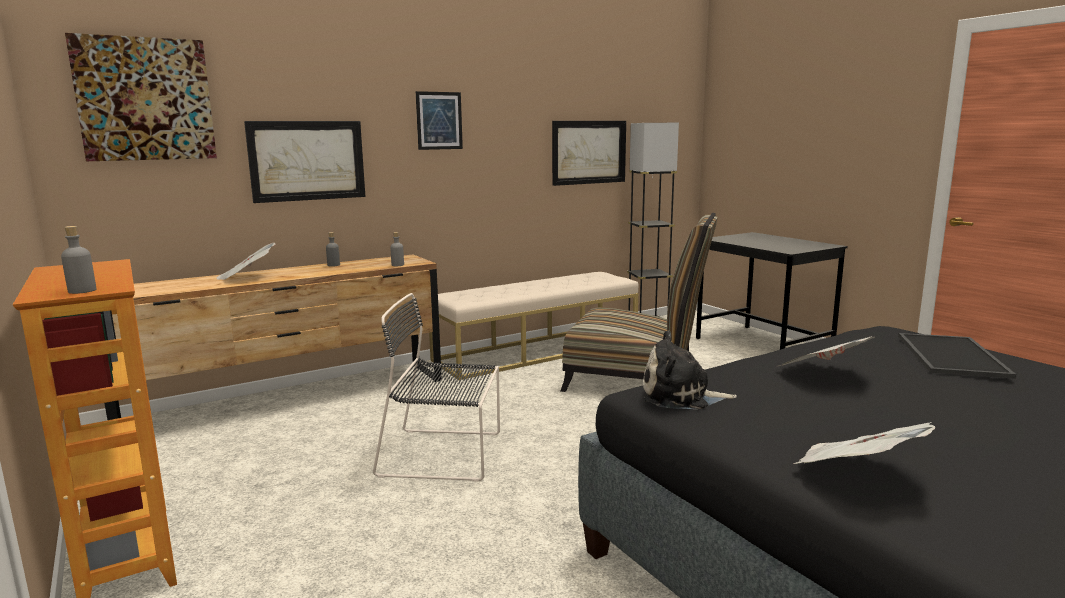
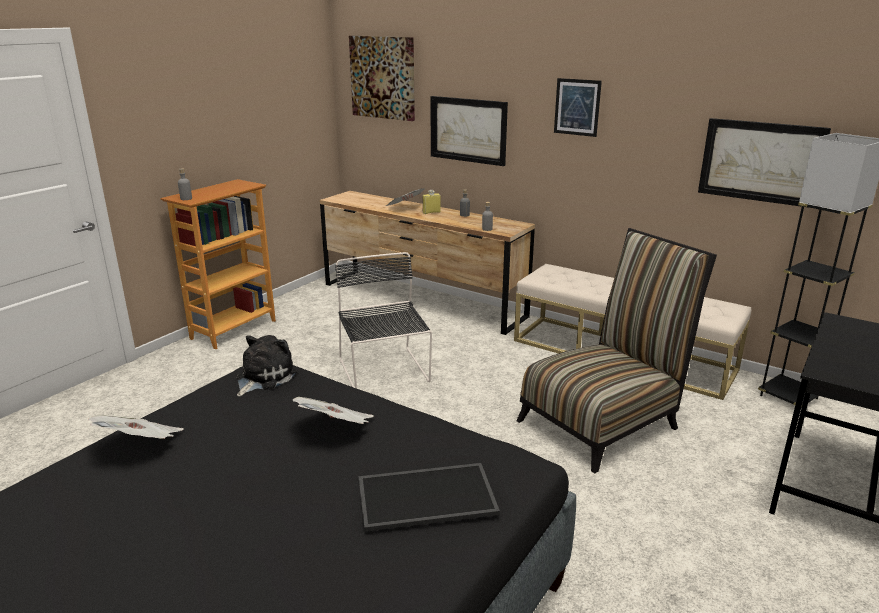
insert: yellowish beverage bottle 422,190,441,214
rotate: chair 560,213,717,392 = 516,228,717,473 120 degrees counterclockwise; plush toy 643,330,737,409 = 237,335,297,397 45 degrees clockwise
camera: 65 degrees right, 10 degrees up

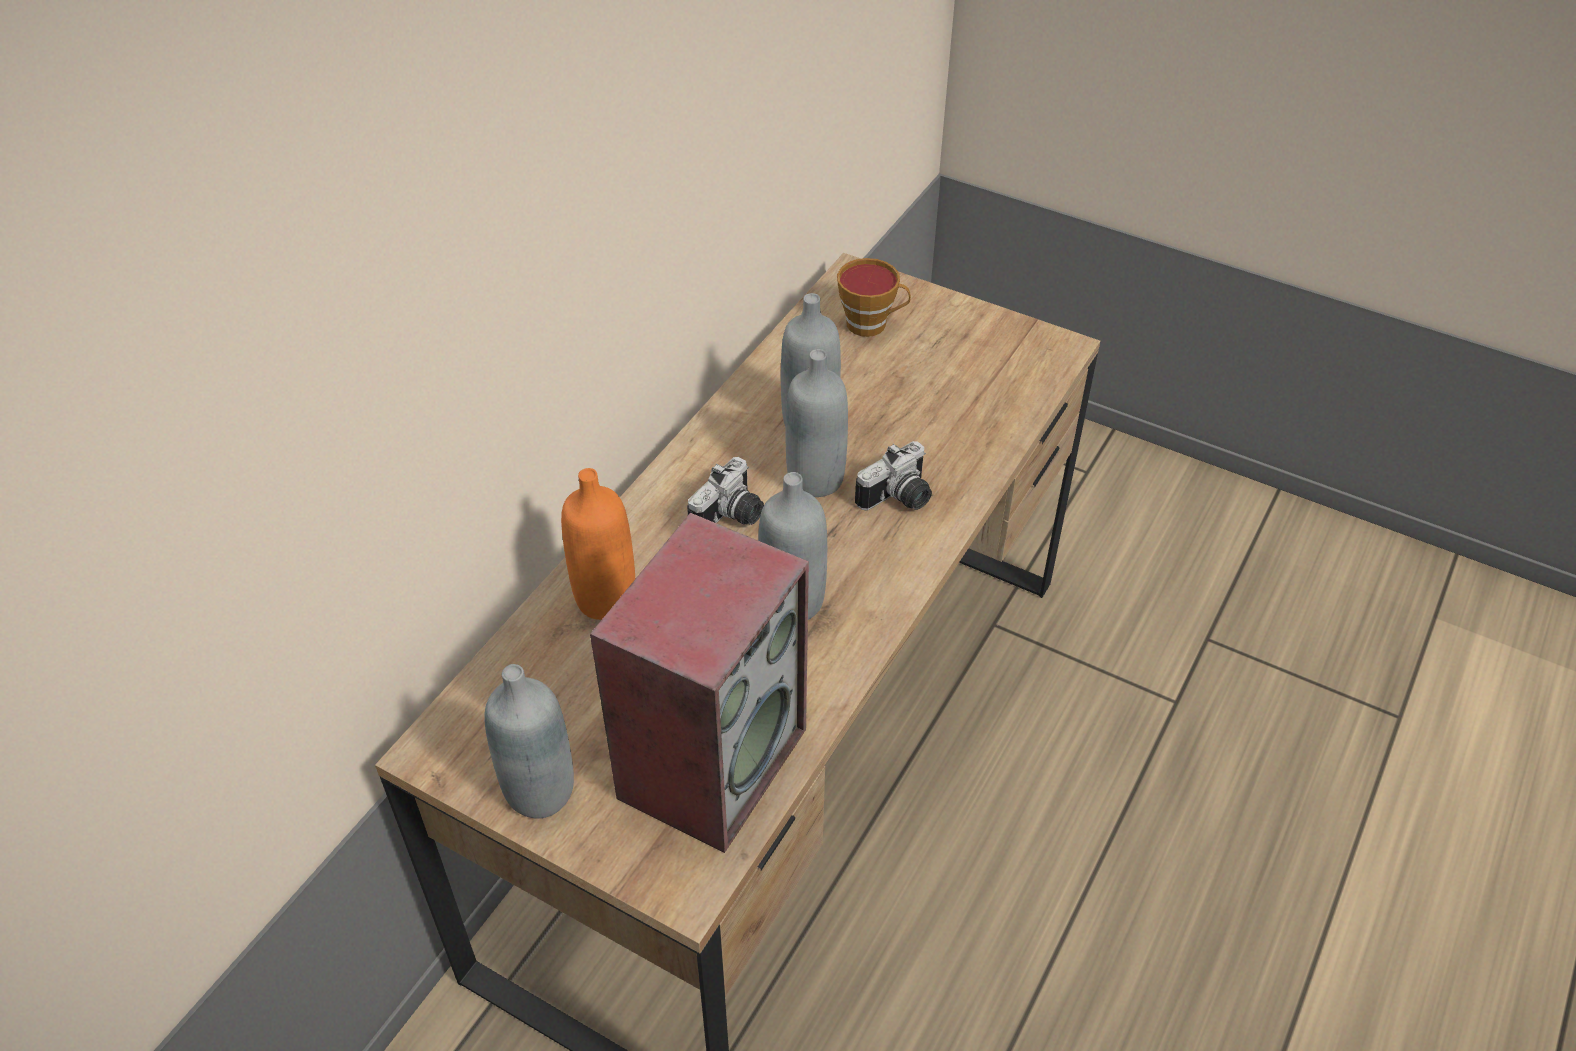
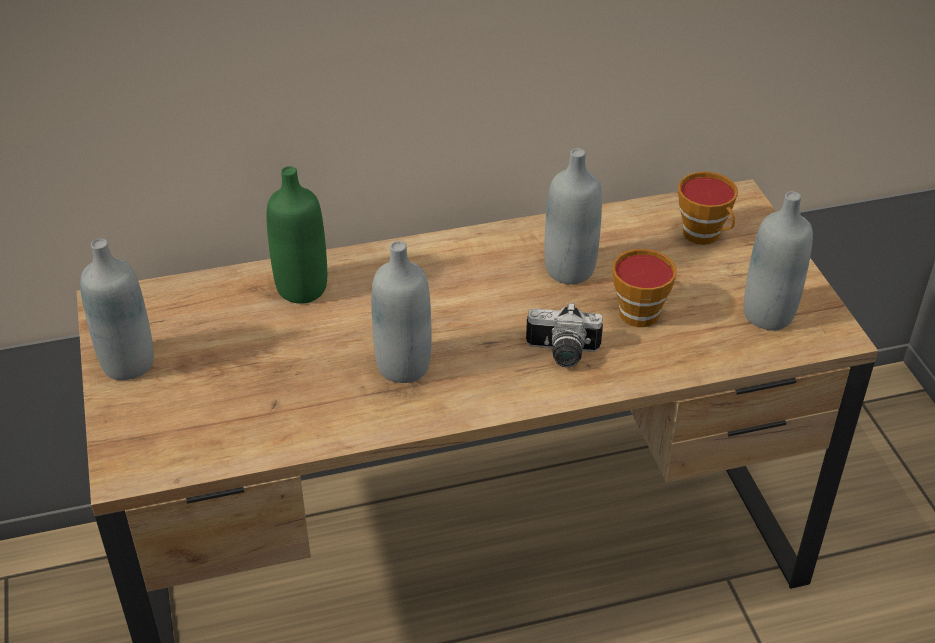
delete: loudspeaker 590,513,809,853; photo camera 687,457,764,525
insert: small cup 612,249,677,327
move: gray beverage bottle 786,349,848,497 to 744,191,813,331
recolor: orange beverage bottle 561,468,635,620 to green-coloured beverage bottle 266,166,327,304
camera: 45 degrees right, 5 degrees down

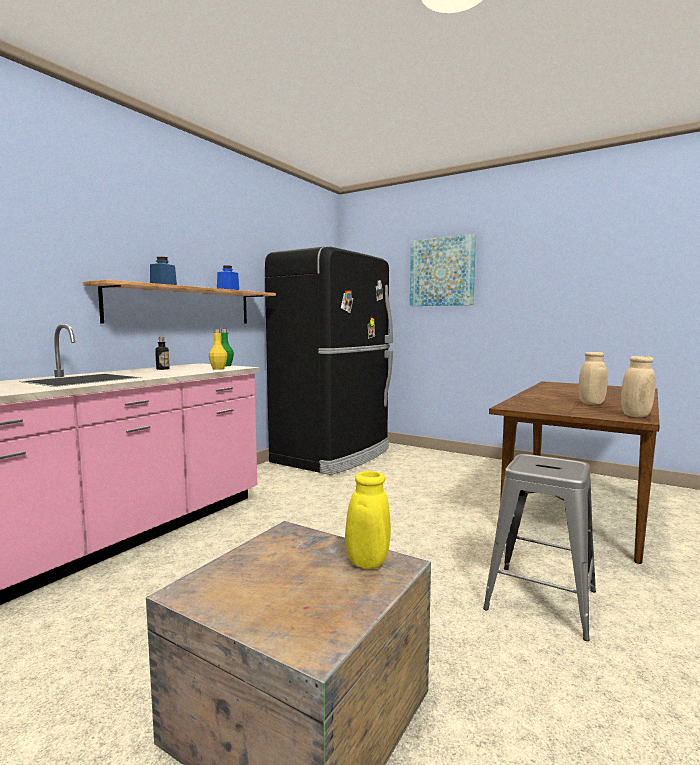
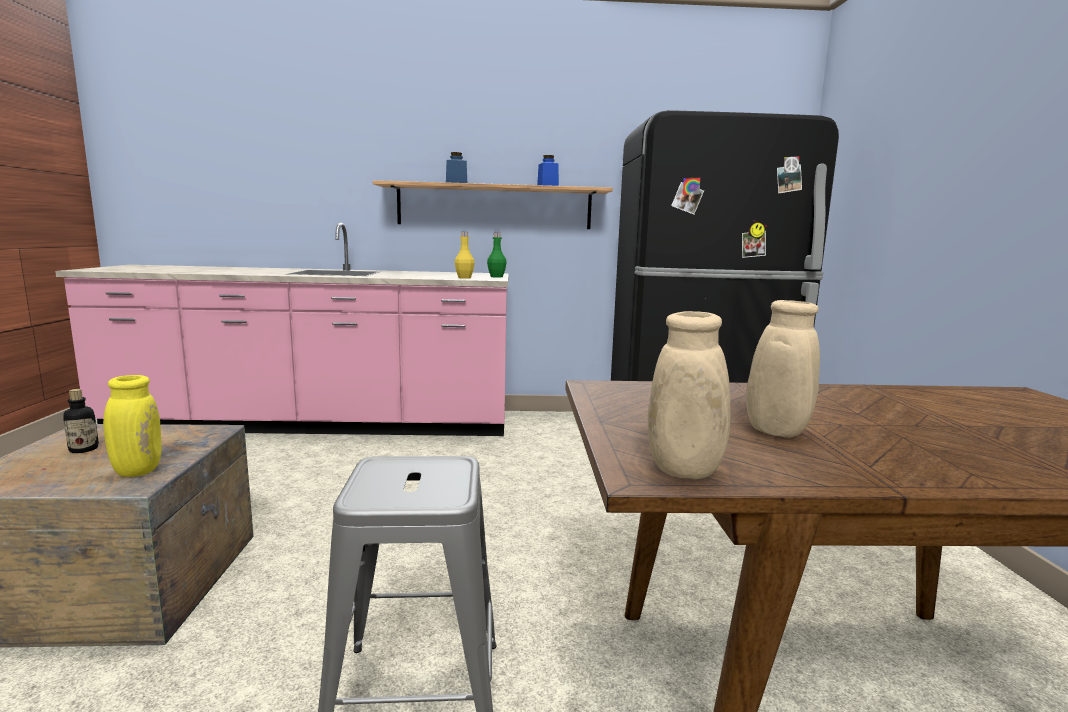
delete: wall picture 410,234,476,306
move: beverage bottle 155,337,169,370 to 63,389,99,453
camera: 55 degrees right, 5 degrees up

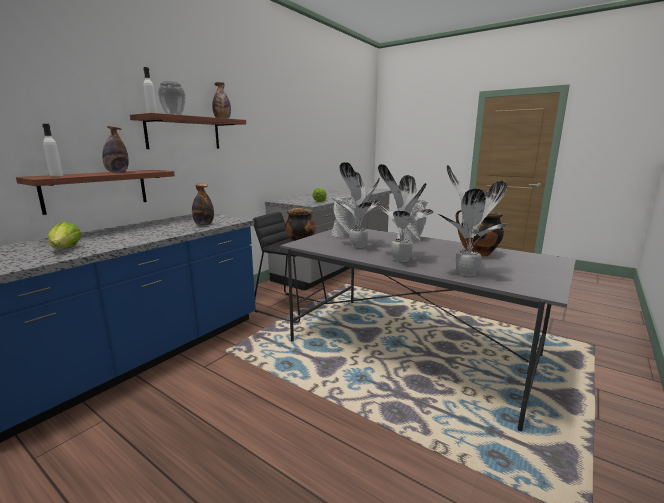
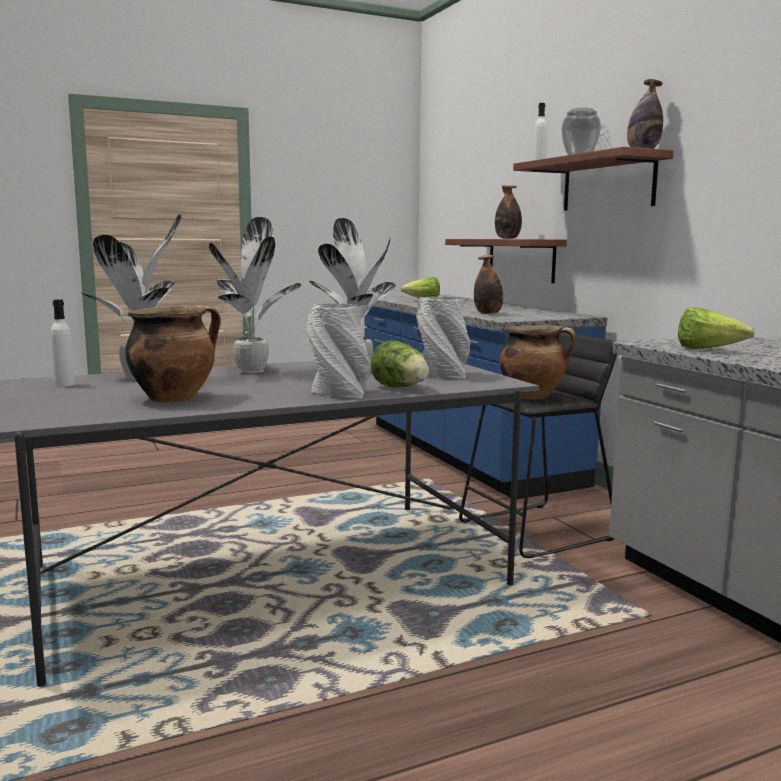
insert: head of lettuce 371,341,429,388
move: white beverage bottle 42,124,63,177 to 51,299,75,386
camera: 120 degrees right, 5 degrees down

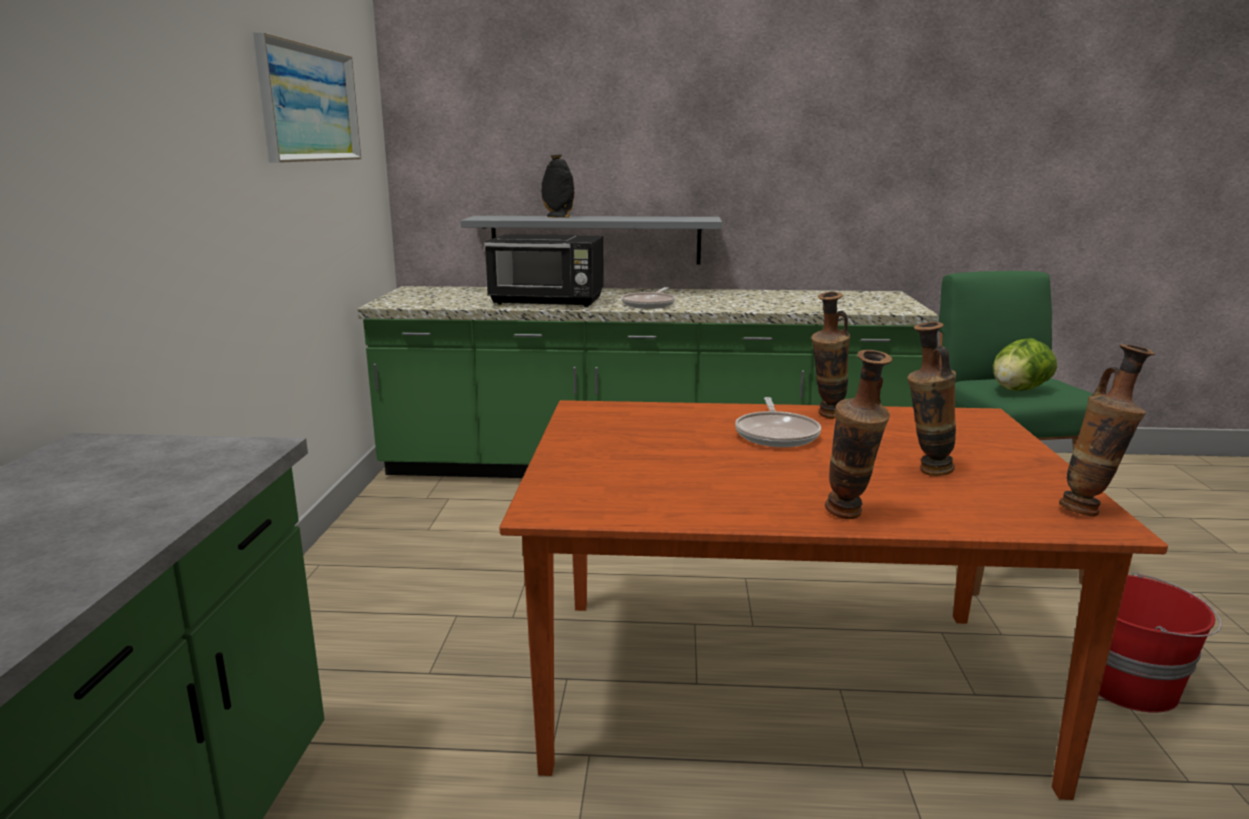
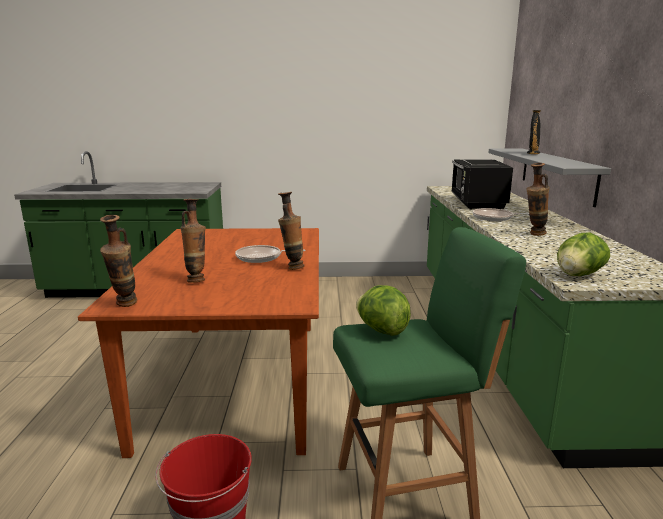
delete: wall picture 253,32,361,163
insert: head of lettuce 557,232,610,276
move: flower vase 825,350,892,519 to 526,163,550,236
camera: 85 degrees right, 0 degrees up

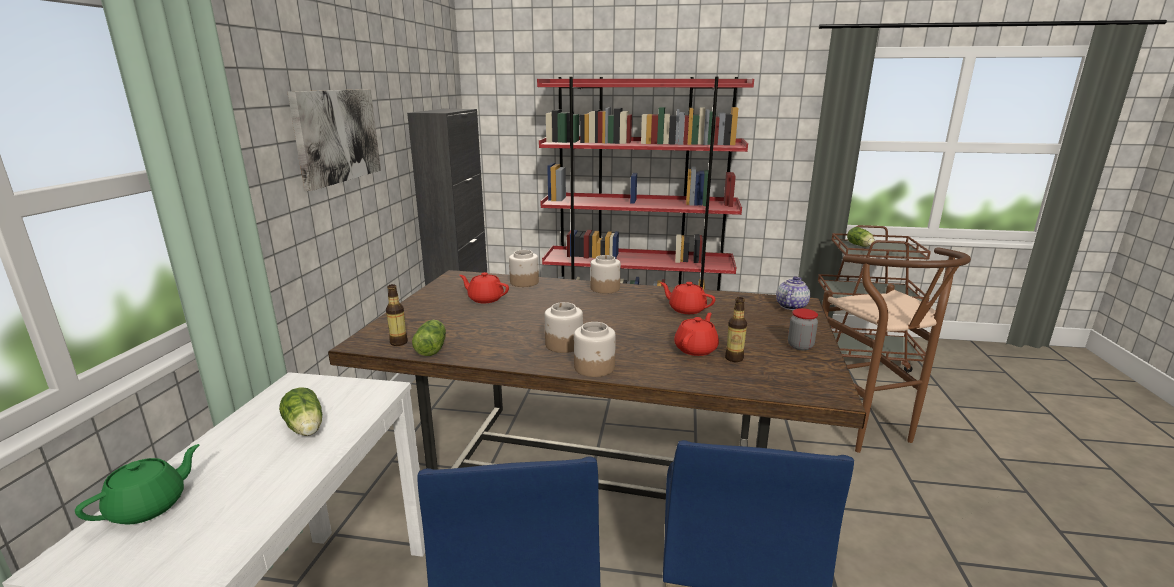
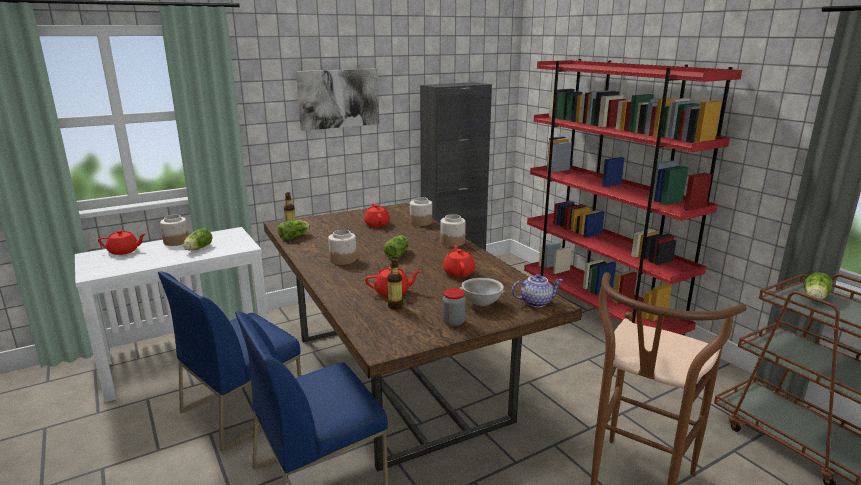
insert: head of lettuce 384,235,408,258; gray deep dish 459,278,505,306
move: storage jar 574,322,616,377 to 160,215,189,246
recolor: green-coloured pot for tea 75,444,200,525 to red-coloured pot for tea 98,230,145,255
camera: 50 degrees right, 0 degrees up

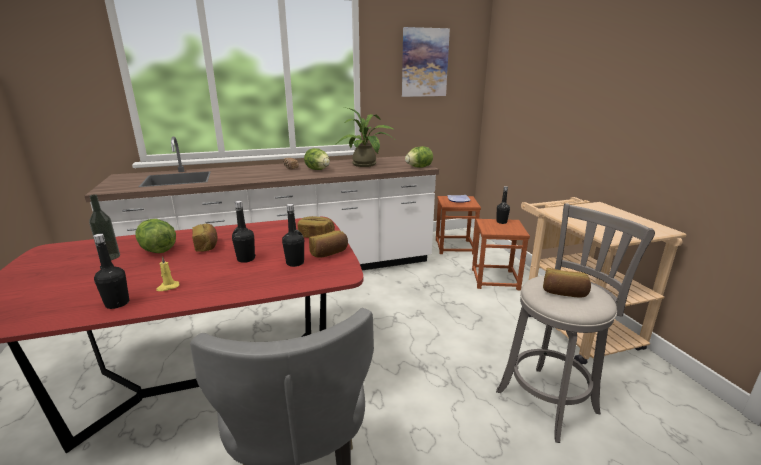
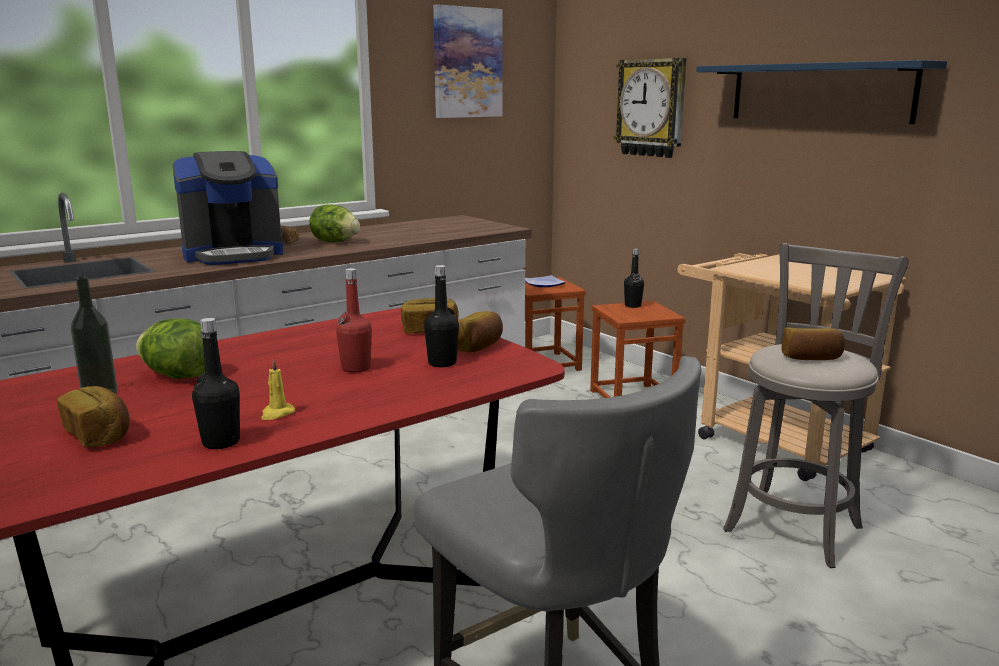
delete: houseplant 336,107,394,167; head of lettuce 405,146,433,168
insert: coffee brewer 173,151,283,265; hanging clock 614,58,687,158; bluish shelf 696,60,947,124
move: baked bread 192,224,217,252 to 57,386,130,447
recolor: black beverage bottle 232,201,255,263 to red-coloured beverage bottle 336,268,372,373
camera: 20 degrees left, 5 degrees down

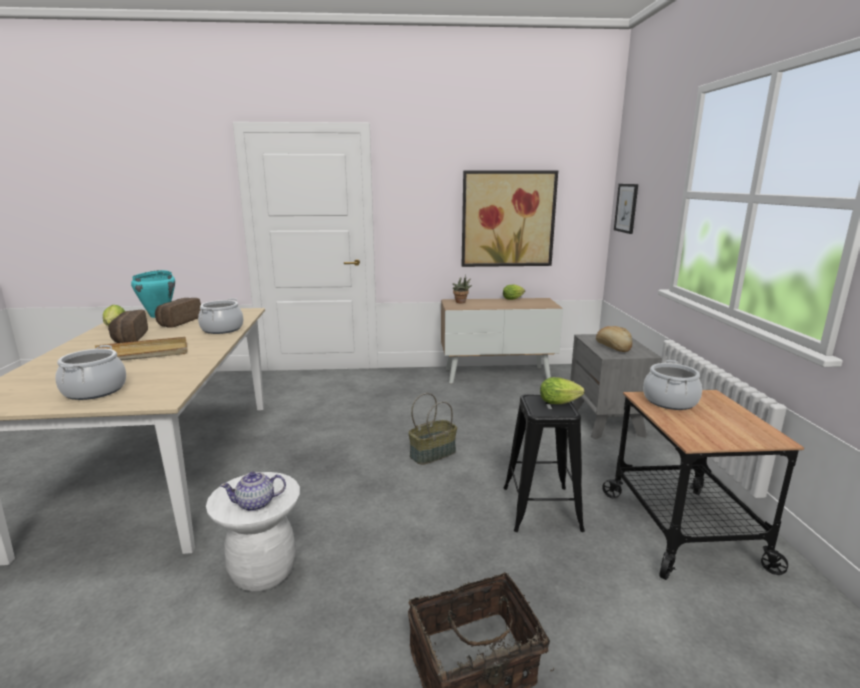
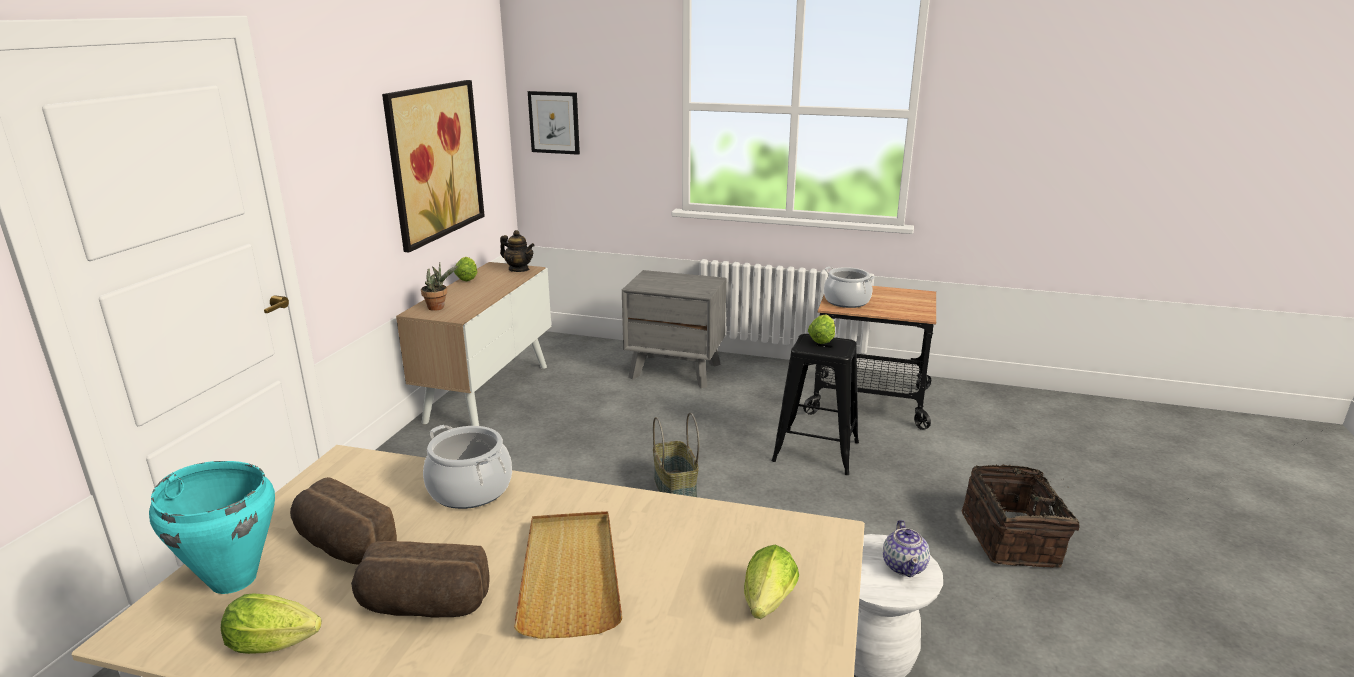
delete: baked bread 596,326,632,352
insert: pot for tea 500,230,535,272
replace: cooking pot 55,345,126,400 to head of lettuce 744,545,799,619
camera: 70 degrees left, 5 degrees up

